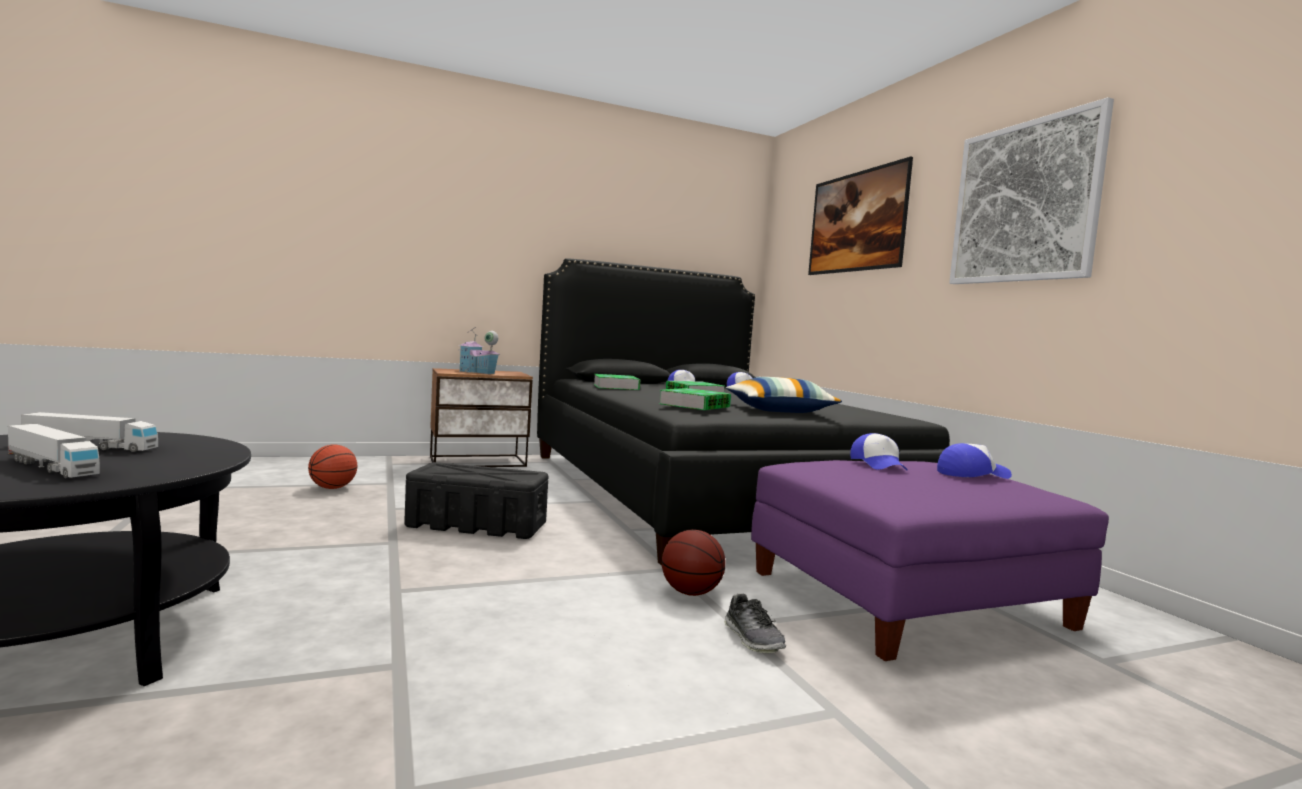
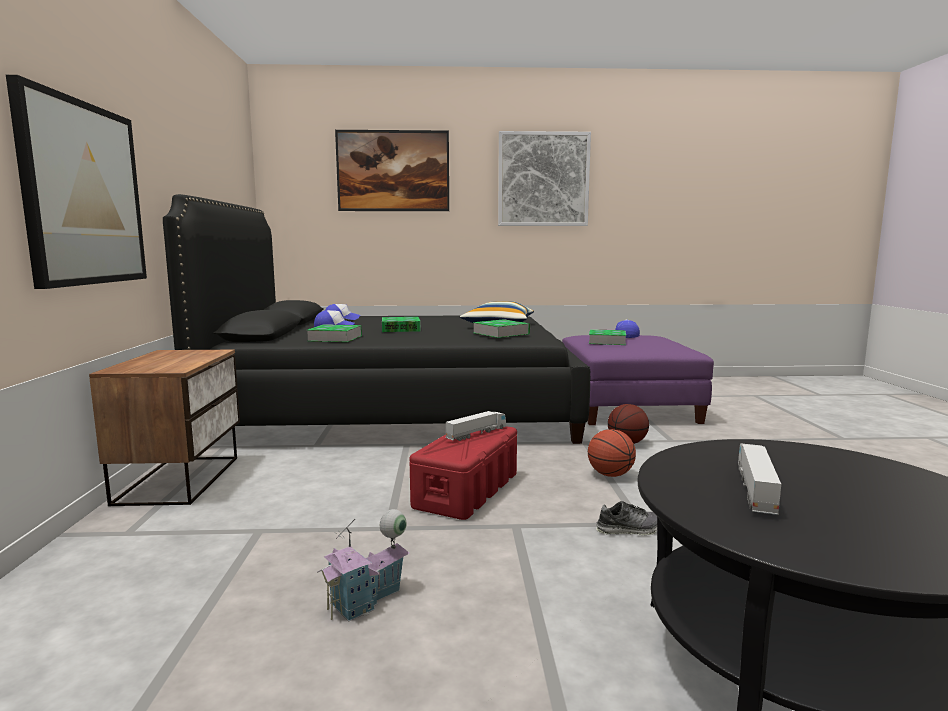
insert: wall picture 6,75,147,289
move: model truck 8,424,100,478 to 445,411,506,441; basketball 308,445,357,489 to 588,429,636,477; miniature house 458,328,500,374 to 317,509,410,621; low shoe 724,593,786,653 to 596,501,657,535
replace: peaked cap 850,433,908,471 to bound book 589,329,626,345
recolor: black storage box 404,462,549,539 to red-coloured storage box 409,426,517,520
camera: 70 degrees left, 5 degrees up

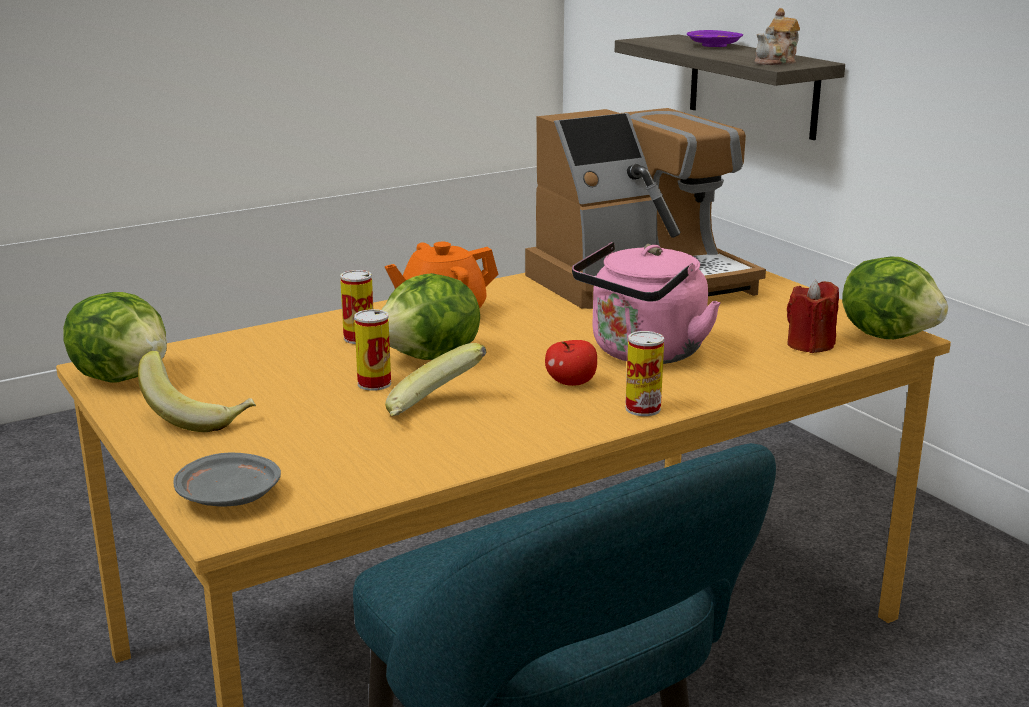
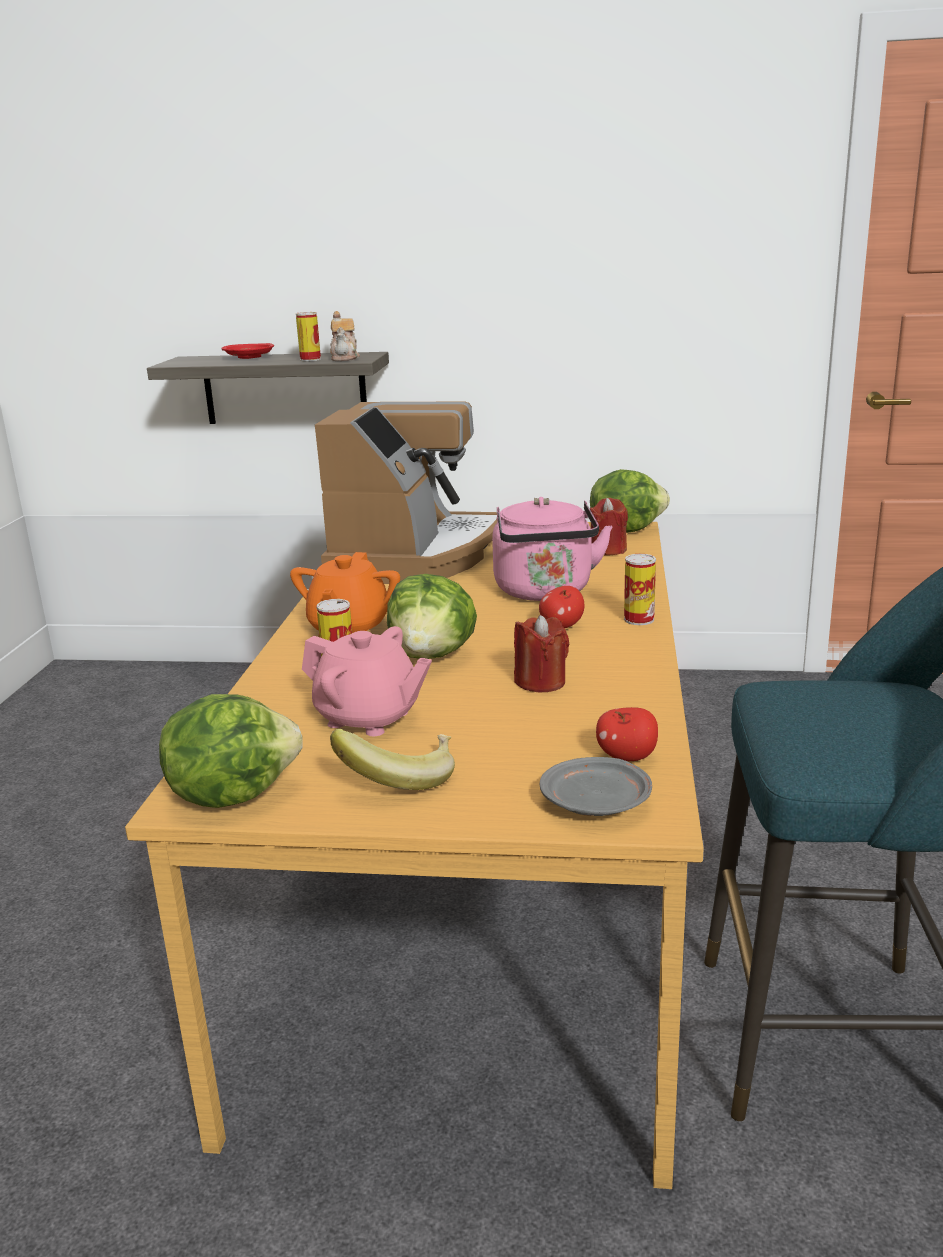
insert: pink pot for tea 302,626,432,736; whole apple 596,707,658,761
move: metal can 354,309,391,391 to 296,312,321,361
replace: whole banana 385,343,486,416 to red-coloured wax candle 514,615,569,692
recolor: purplish dinner plate 687,30,743,47 to red-coloured dinner plate 221,343,274,359
camera: 50 degrees left, 0 degrees up

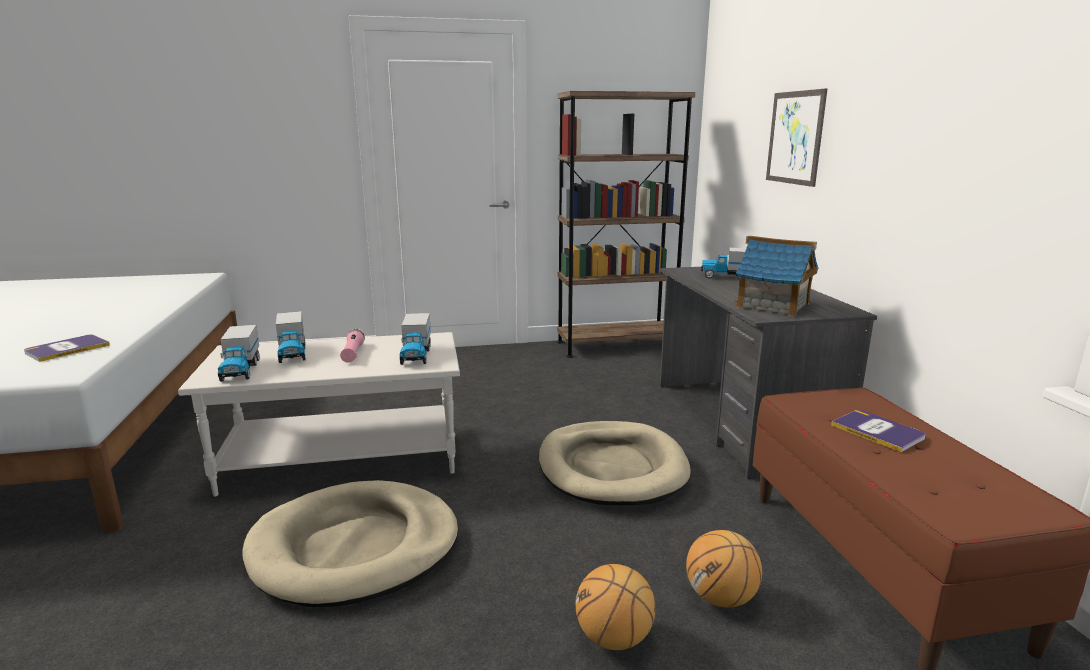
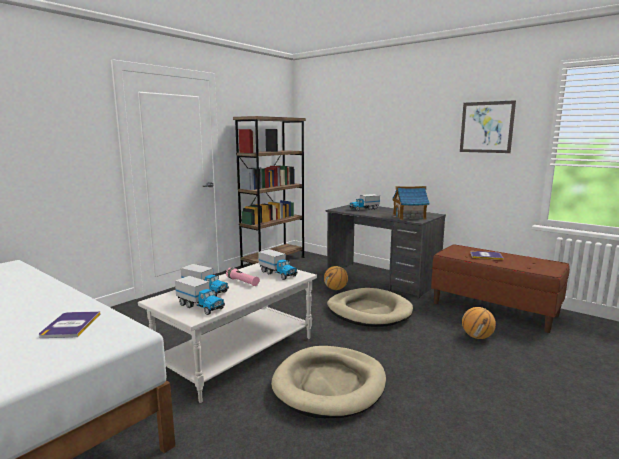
move: basketball 576,564,656,650 to 324,266,348,290; wall picture 766,89,827,187 to 460,100,516,153
camera: 40 degrees left, 5 degrees down

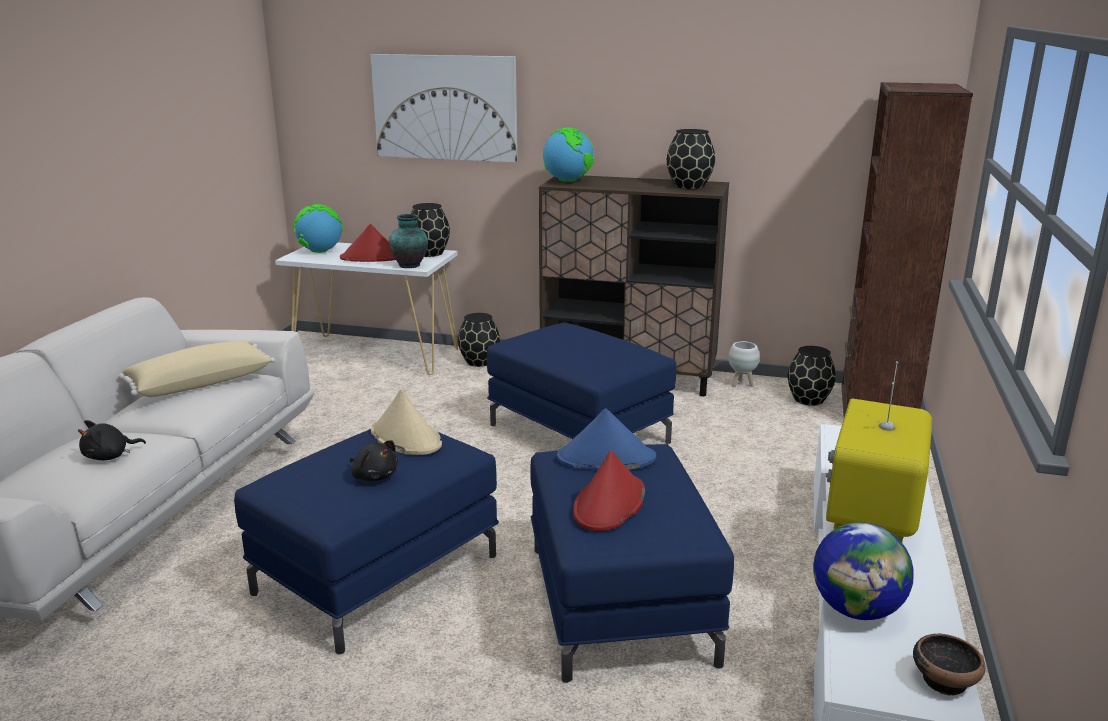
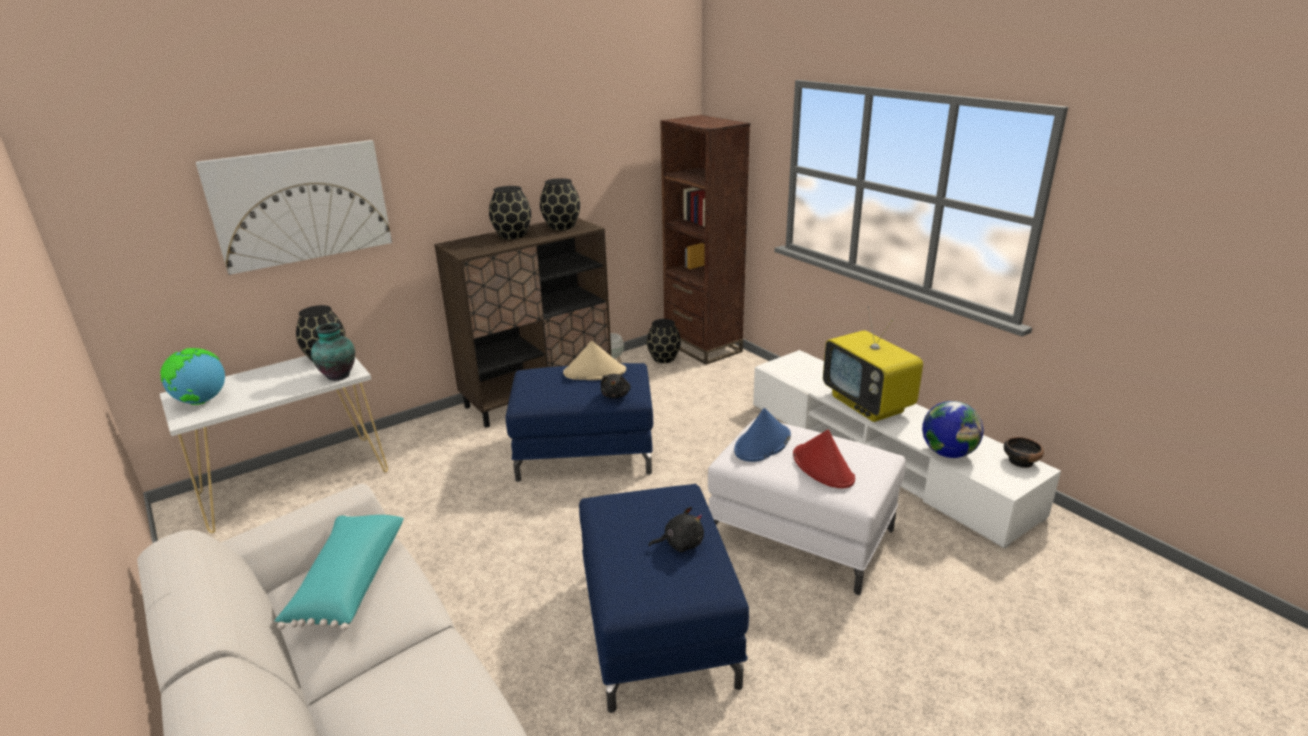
delete: red-coloured clothing hat 340,224,396,262; world globe 543,127,594,182
move: black plush toy 78,420,146,460 to 601,374,631,398; sand-coloured clothing hat 371,389,442,455 to 563,341,626,380; black flower vase 458,313,500,367 to 489,186,531,239
recolor: sand-coloured throw pillow 118,340,275,397 to turquoise-coloured throw pillow 274,515,404,630; bluish pouffe 530,444,734,683 to white pouffe 708,418,906,595
camera: 50 degrees left, 5 degrees up

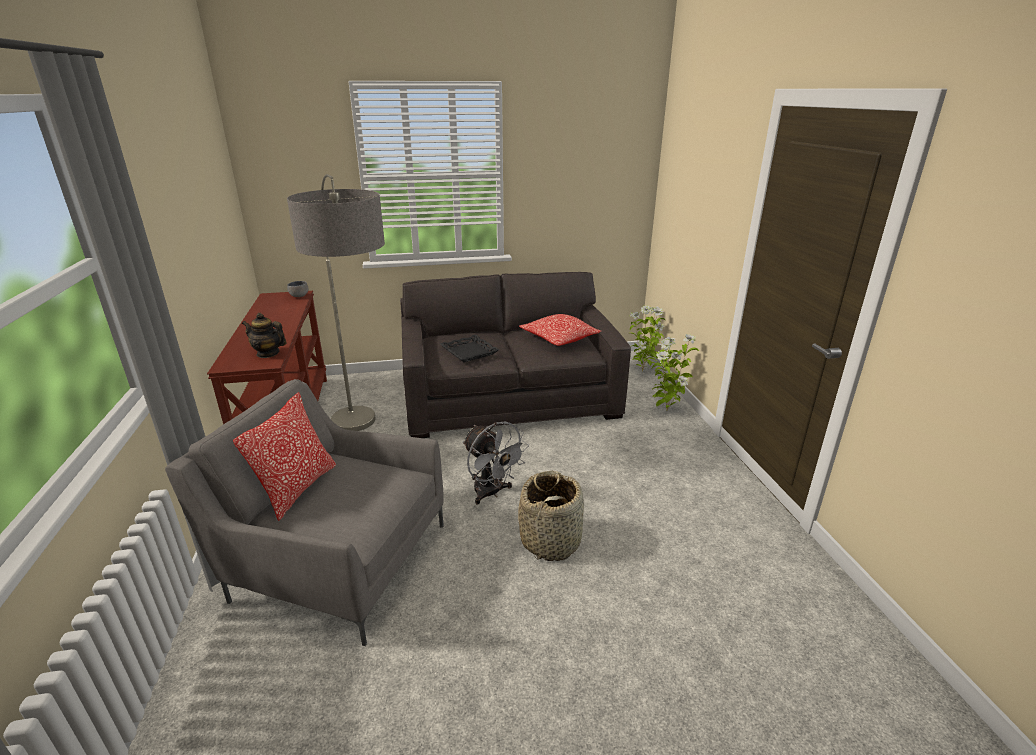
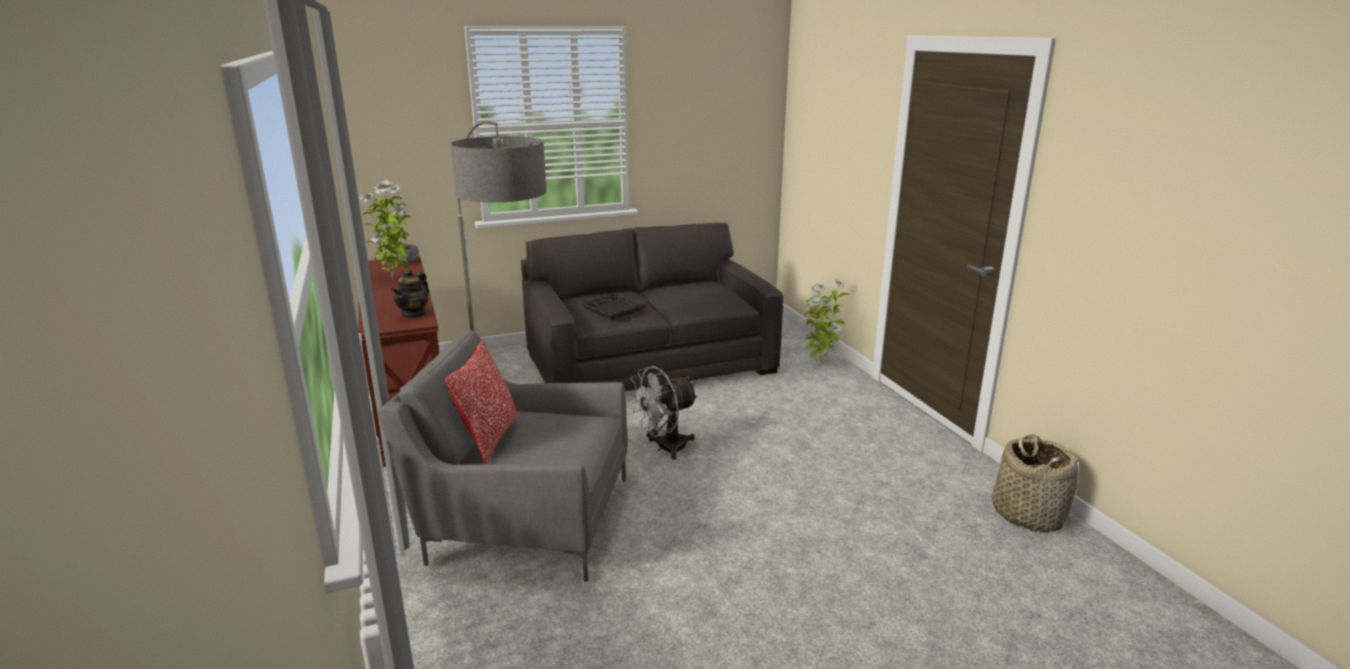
delete: throw pillow 519,314,601,346
move: household basket 518,471,584,561 to 992,434,1078,532; houseplant 629,305,665,372 to 359,180,411,279
rotate: pot for tea 242,313,287,358 = 391,269,429,318 75 degrees counterclockwise; gray electric fan 463,421,529,504 = 628,366,698,460 105 degrees clockwise
camera: 10 degrees left, 5 degrees down

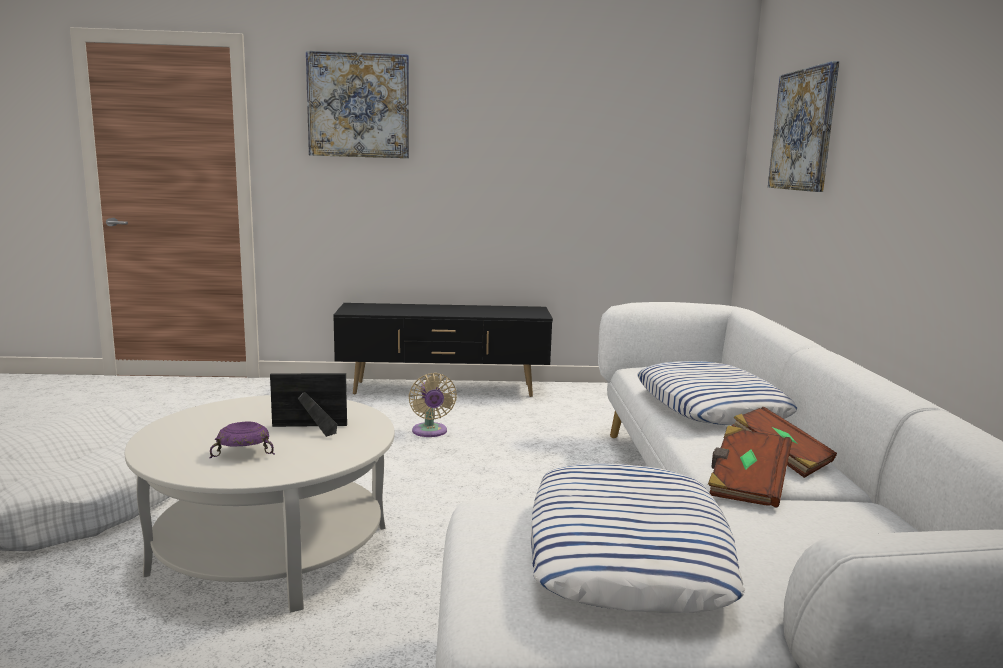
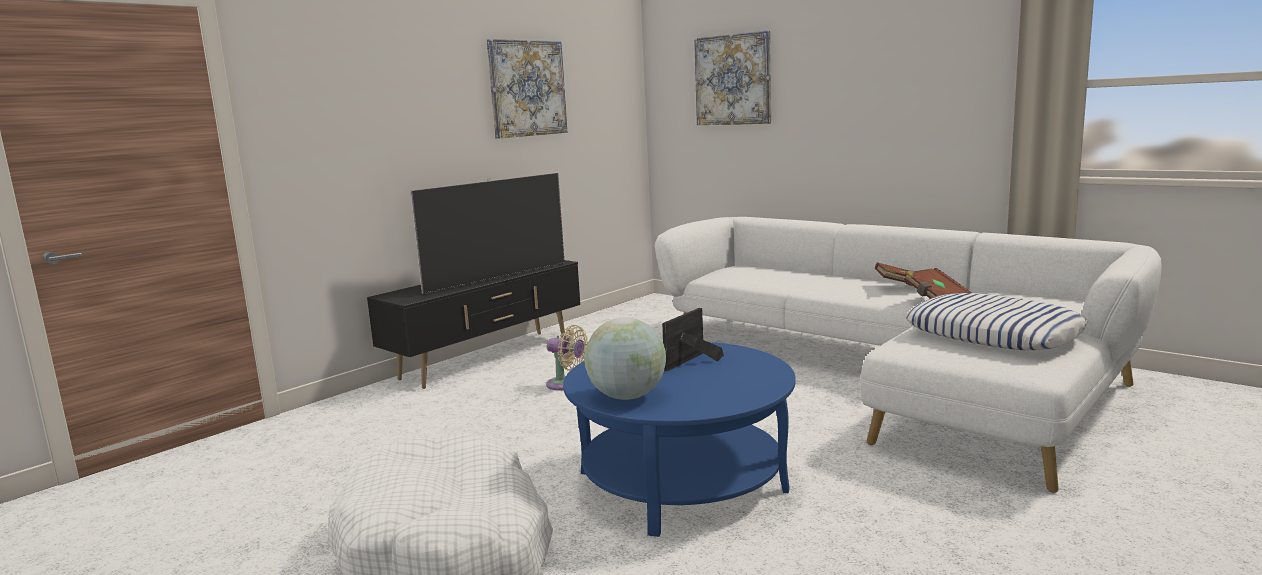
delete: purplish deep dish 209,422,275,458; throw pillow 637,361,797,425
insert: TV set 410,173,565,294; world globe 584,317,666,400
move: wall picture 306,51,409,158 to 487,39,567,139
recolor: white lounge table 125,395,395,613 to bluish lounge table 563,342,796,537
camera: 45 degrees left, 0 degrees up

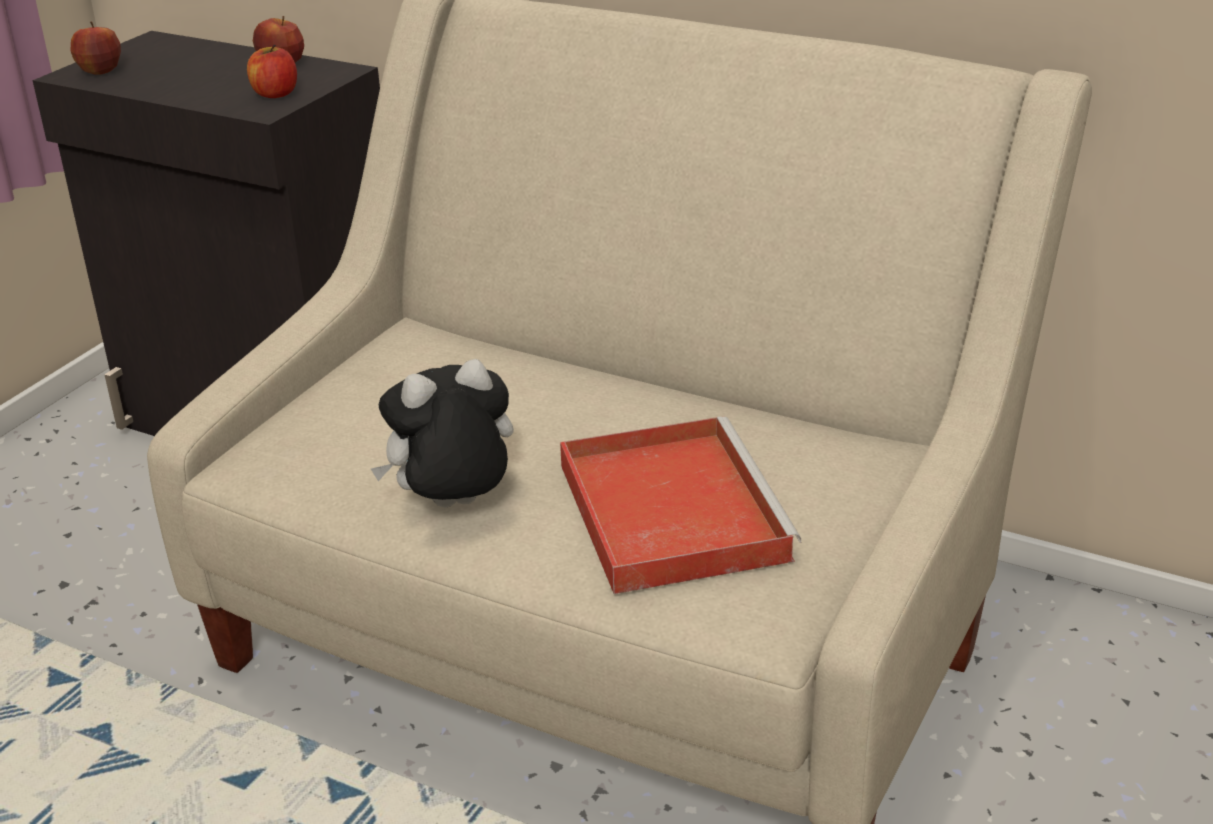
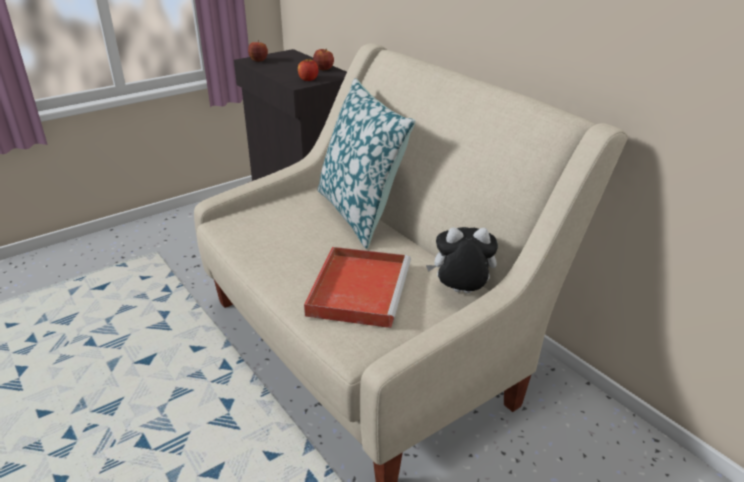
insert: throw pillow 317,78,416,249
move: plush toy 371,359,514,507 to 426,227,498,293
camera: 25 degrees right, 0 degrees up

